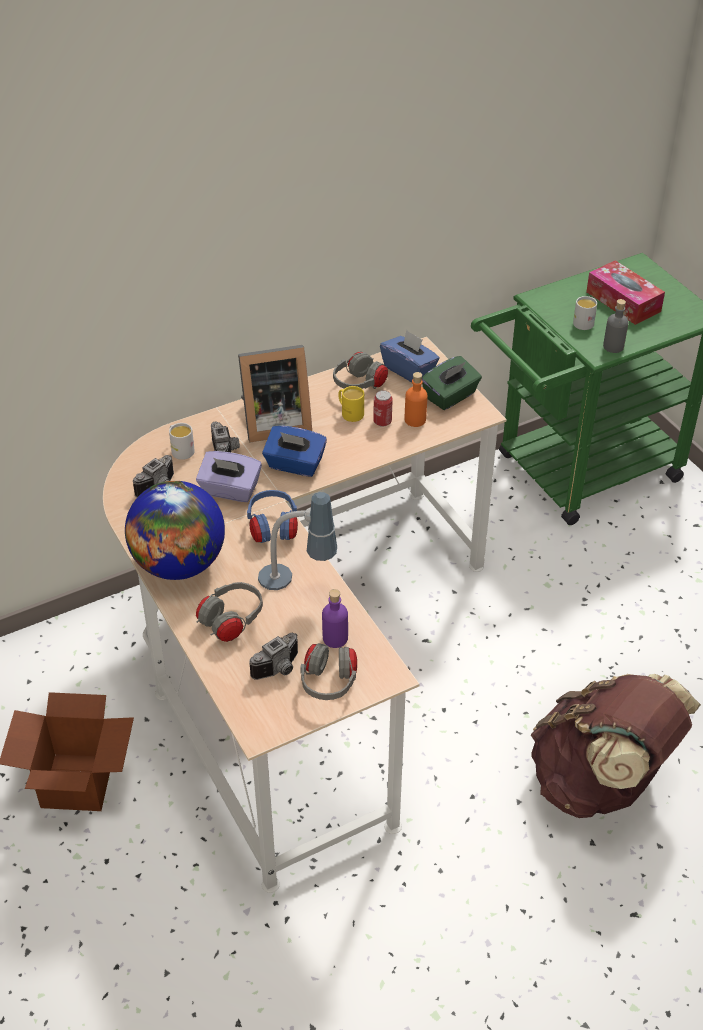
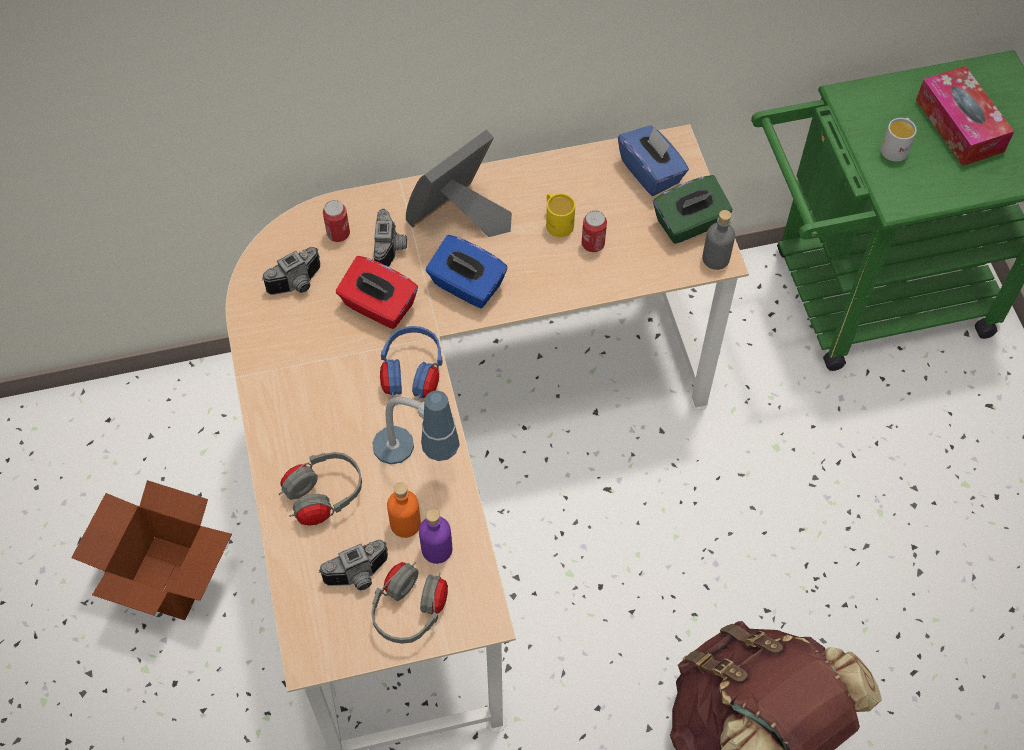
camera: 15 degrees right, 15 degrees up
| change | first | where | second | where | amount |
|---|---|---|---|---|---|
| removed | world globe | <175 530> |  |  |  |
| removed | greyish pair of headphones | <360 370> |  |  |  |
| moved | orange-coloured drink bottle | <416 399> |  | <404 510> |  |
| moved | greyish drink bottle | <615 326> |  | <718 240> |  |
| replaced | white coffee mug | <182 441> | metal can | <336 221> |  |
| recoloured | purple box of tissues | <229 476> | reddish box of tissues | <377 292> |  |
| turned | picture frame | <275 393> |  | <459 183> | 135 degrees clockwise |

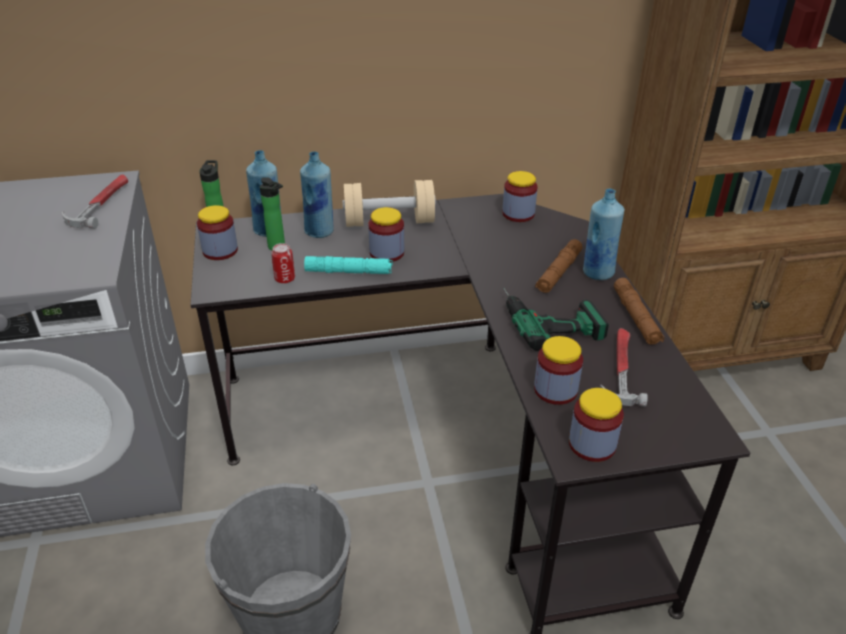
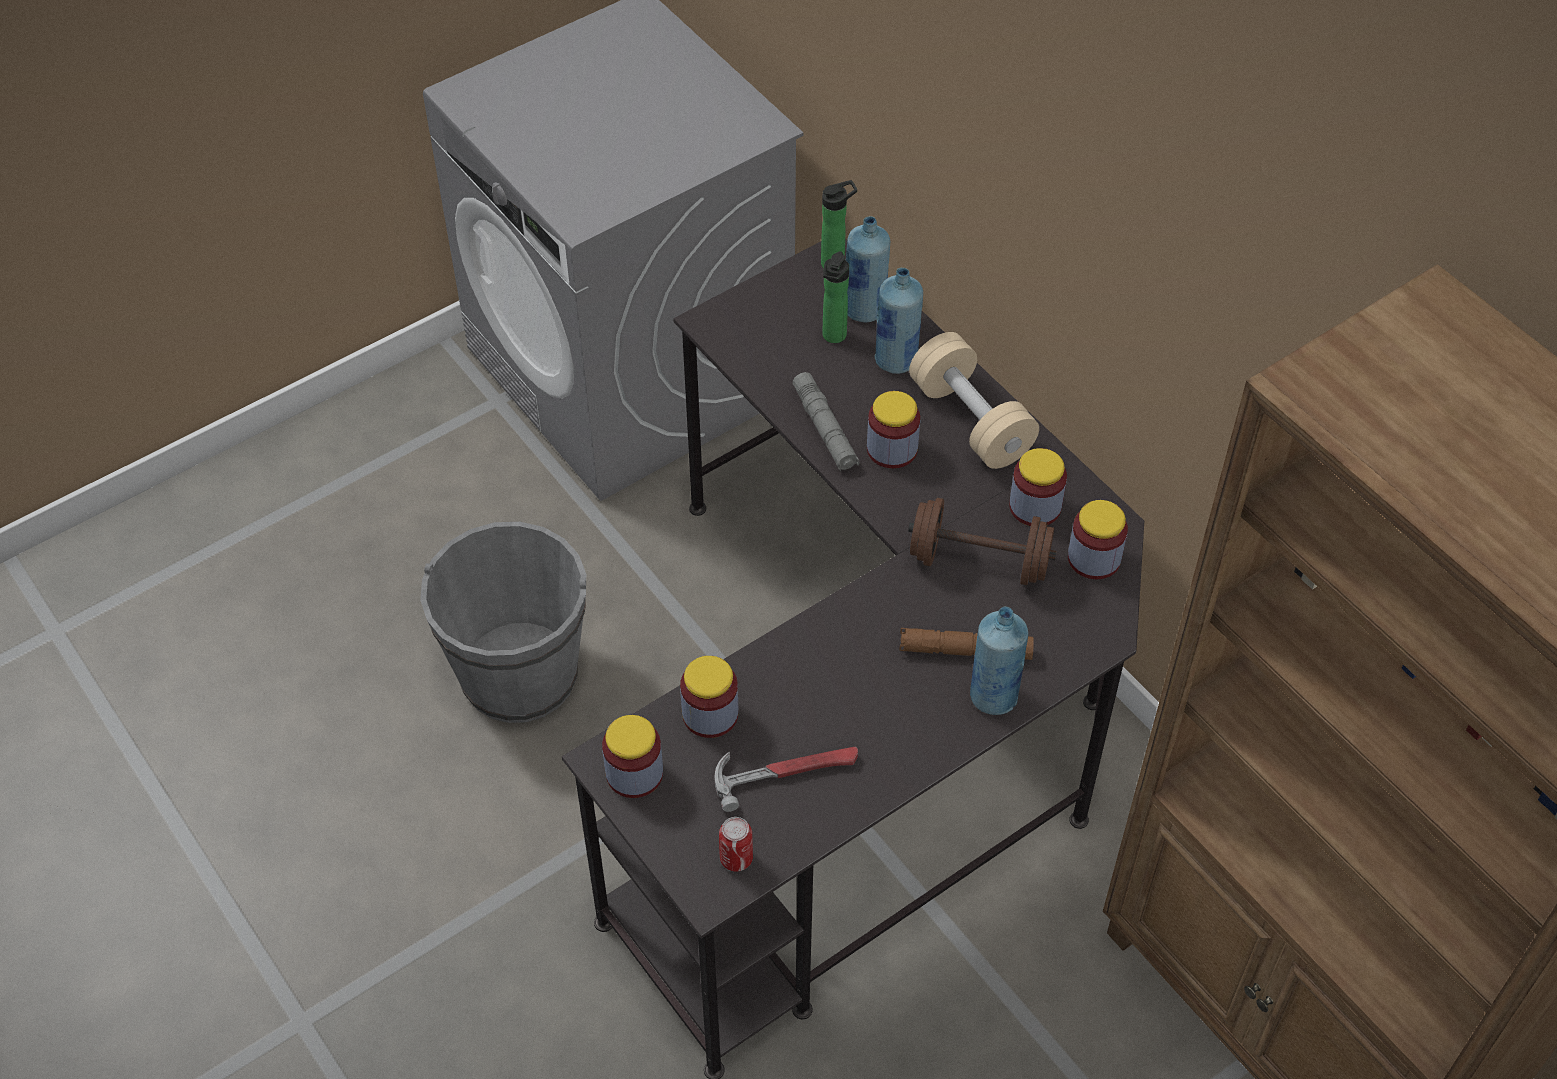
camera: 65 degrees right, 15 degrees up
| change | first | where | second | where | amount |
|---|---|---|---|---|---|
| removed | hand hammer | <95 201> |  |  |  |
| removed | drill | <556 319> |  |  |  |
| removed | brown-coloured flashlight | <639 311> |  |  |  |
| added |  |  | brown-coloured free weight | <982 541> |  |
| moved | preserve jar | <217 232> |  | <1038 487> |  |
| moved | metal can | <283 263> |  | <736 844> |  |
| recoloured | blue-green flashlight | <348 265> | greyish flashlight | <826 421> |  |

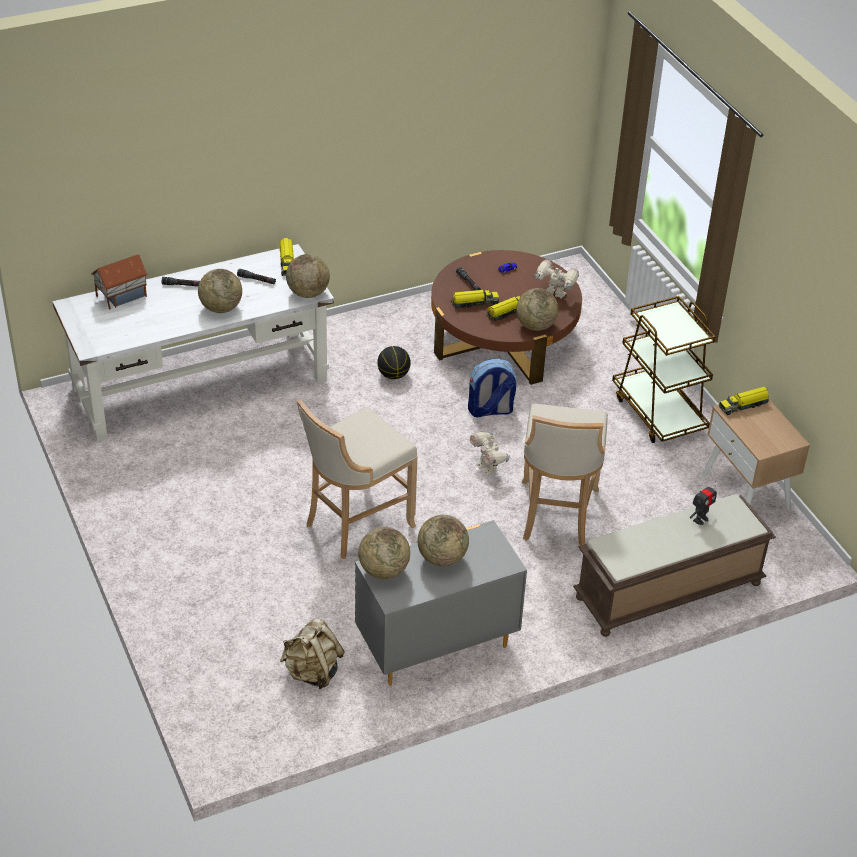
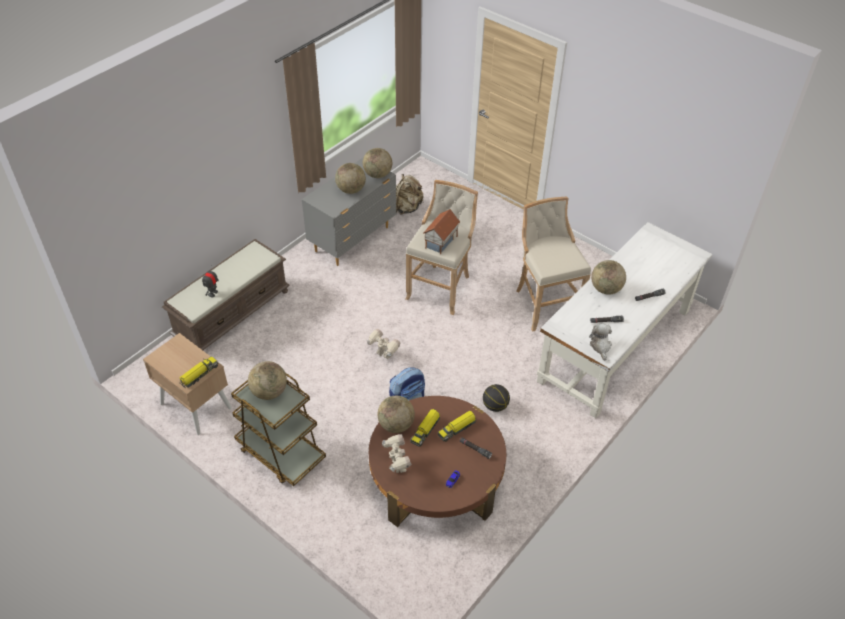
camera: 155 degrees right, 5 degrees up
| change | first | where | second | where | amount |
|---|---|---|---|---|---|
| moved | toy house | <119 282> |  | <441 231> |  |
| moved | world globe | <308 276> |  | <267 380> |  |
| moved | sand-coloured stool | <565 474> |  | <554 264> |  |
| replaced | toy lorry | <287 257> | soft toy | <600 342> |  |
| turned | toy robot | <556 279> |  | <397 453> | 105 degrees counterclockwise |

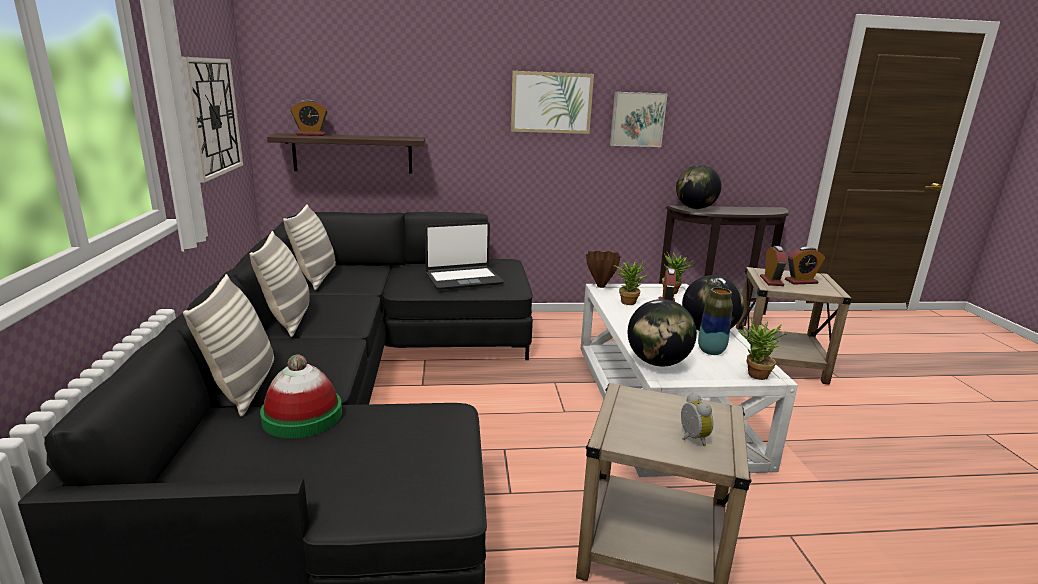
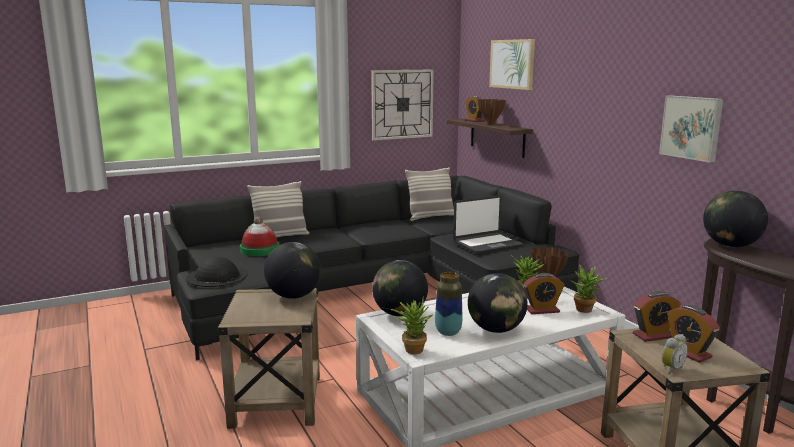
camera: 70 degrees right, 5 degrees down
| change | first | where | second | where | amount |
|---|---|---|---|---|---|
| removed | cushion | <279 284> |  |  |  |
| added |  |  | black-coloured hat | <217 272> |  |
| added |  |  | world globe | <292 270> |  |
| added |  |  | brown-coloured decorative vase | <492 112> |  |
| moved | wall art | <552 102> |  | <512 64> |  |
| moved | alarm clock | <697 419> |  | <675 354> |  |
| turned | notebook computer | <464 256> |  | <488 224> | 75 degrees counterclockwise |

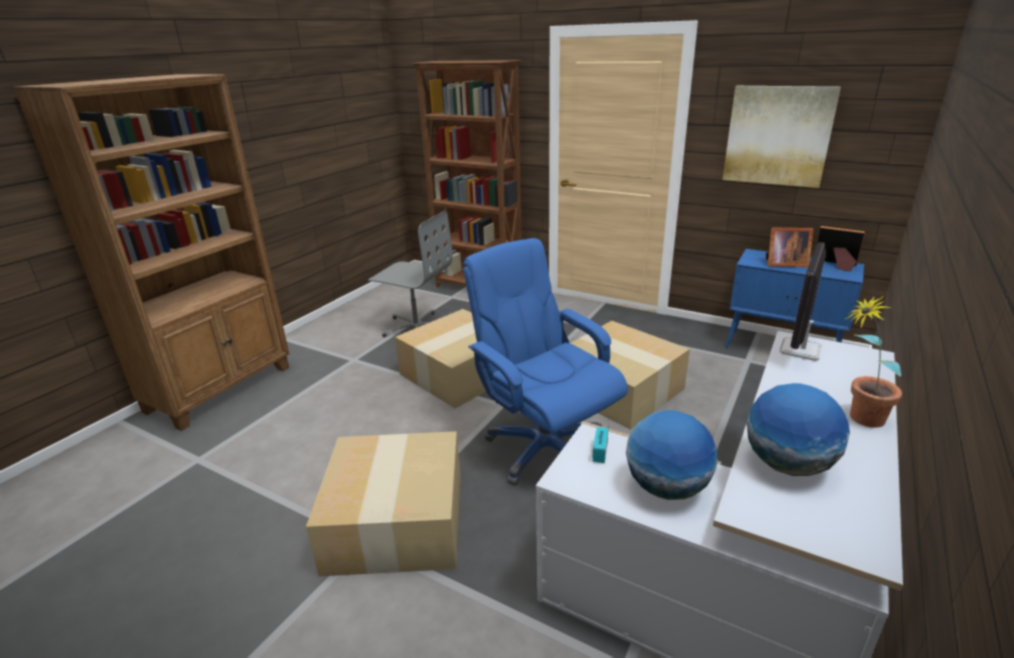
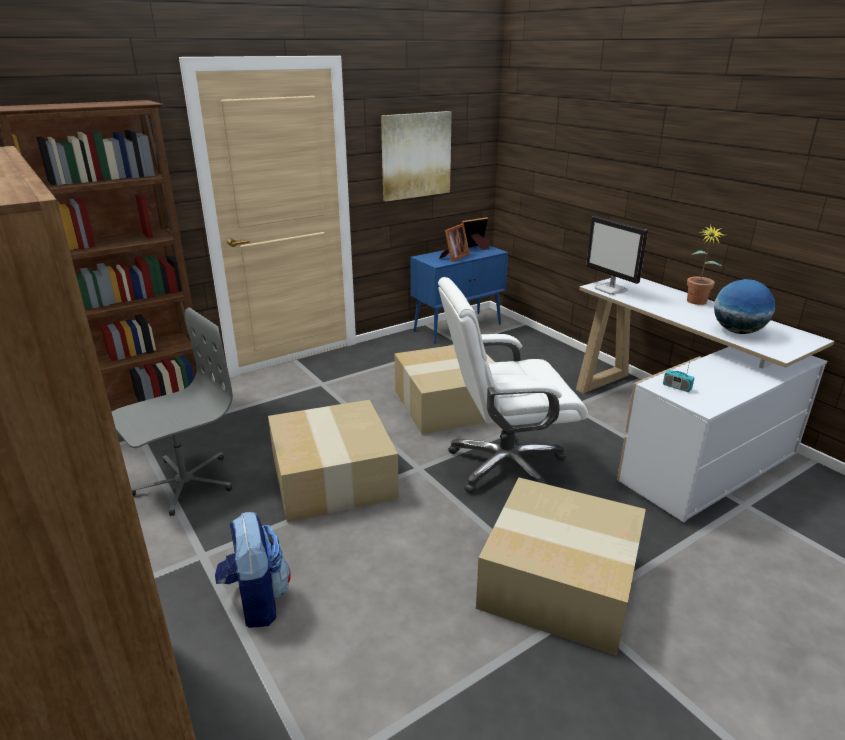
camera: 65 degrees left, 0 degrees up
| change | first | where | second | where | amount |
|---|---|---|---|---|---|
| removed | world globe | <672 455> |  |  |  |
| added |  |  | knapsack | <253 570> |  |
| recoloured | bluish desk chair | <545 362> | white desk chair | <513 385> |  |

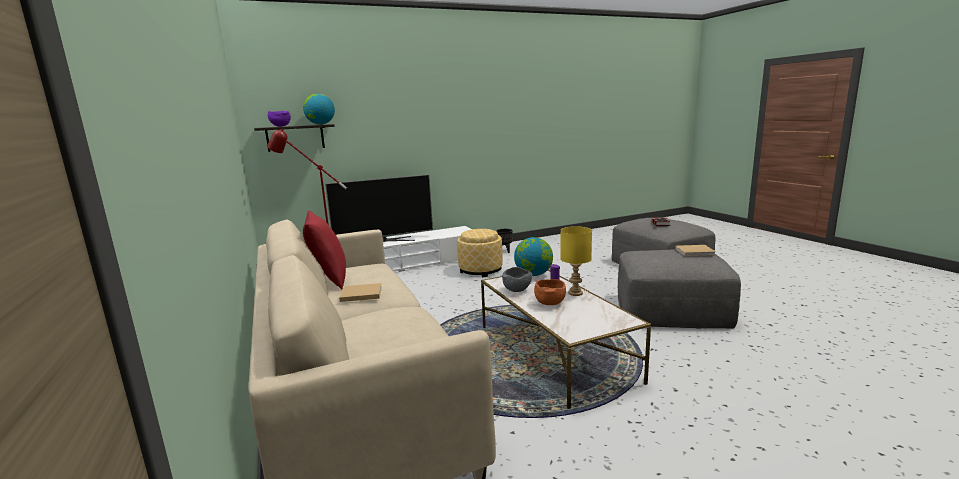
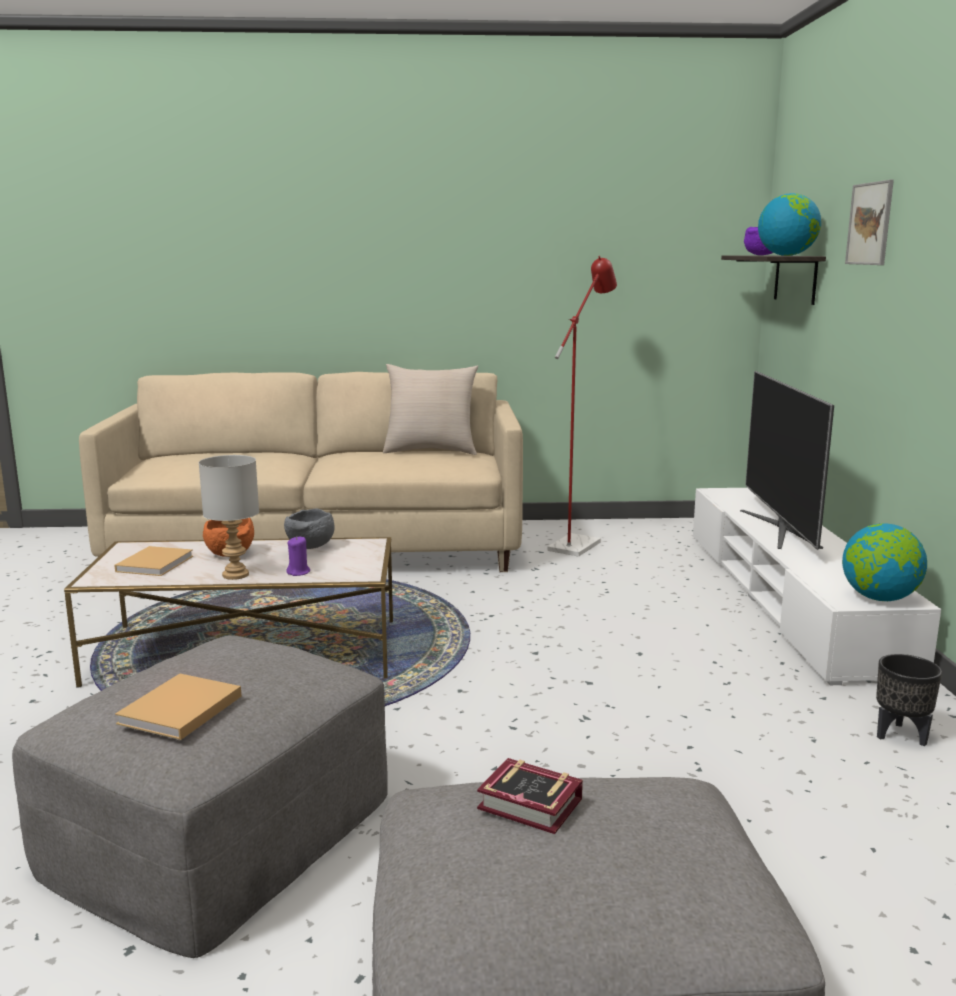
camera: 110 degrees right, 0 degrees up
| change | first | where | second | where | amount |
|---|---|---|---|---|---|
| removed | pouffe | <480 253> |  |  |  |
| added |  |  | wall art | <869 222> |  |
| moved | sand-coloured volume | <360 292> |  | <153 561> |  |
| moved | world globe | <533 256> |  | <884 562> |  |
| recoloured | reddish cushion | <324 249> | sand-coloured cushion | <430 409> |  |
| recoloured | yellow-coloured lamp for a table | <576 261> | greyish lamp for a table | <229 517> |  |

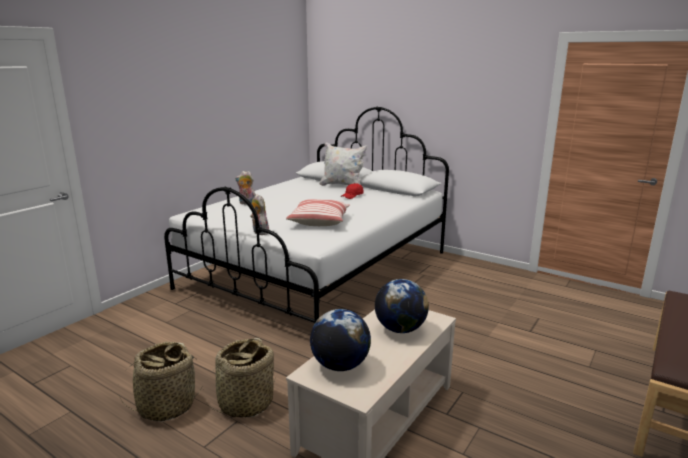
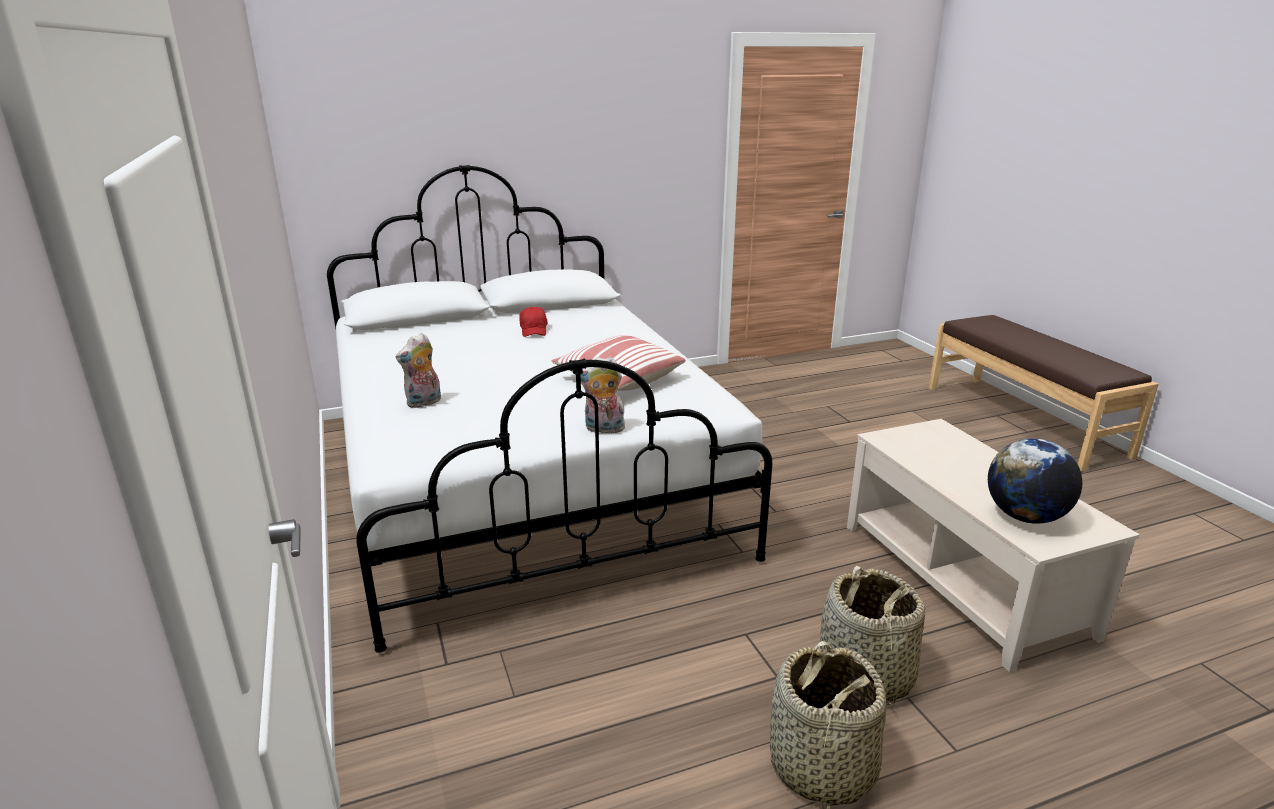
camera: 55 degrees left, 5 degrees up
| change | first | where | second | where | amount |
|---|---|---|---|---|---|
| removed | white cushion | <343 164> |  |  |  |
| removed | world globe | <402 306> |  |  |  |

